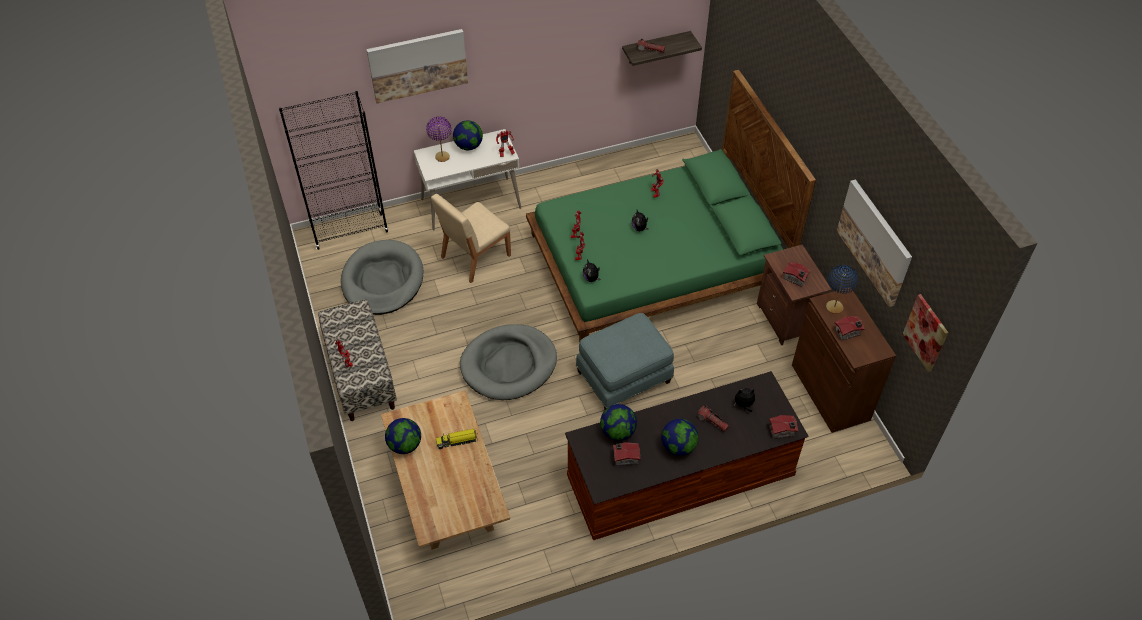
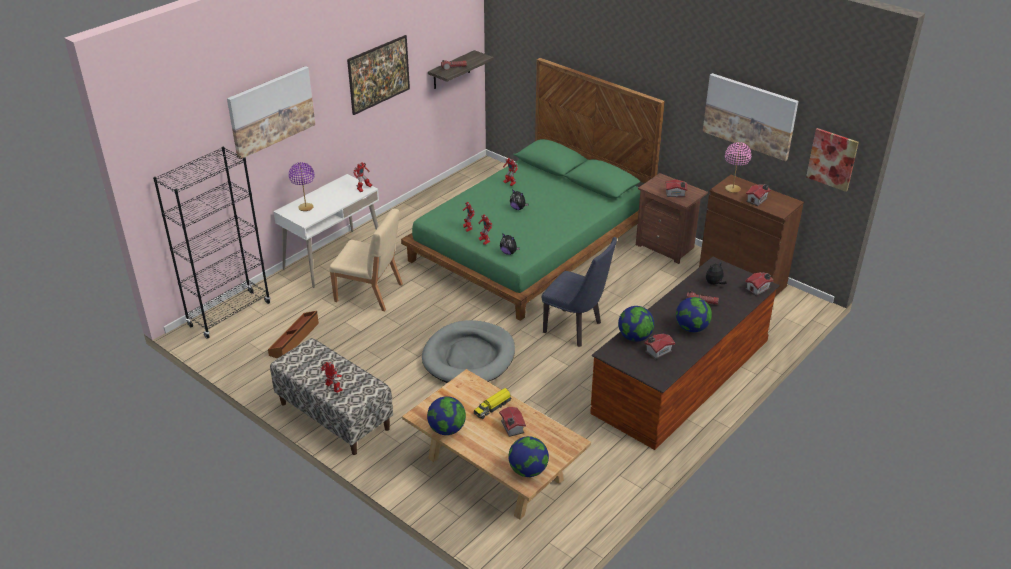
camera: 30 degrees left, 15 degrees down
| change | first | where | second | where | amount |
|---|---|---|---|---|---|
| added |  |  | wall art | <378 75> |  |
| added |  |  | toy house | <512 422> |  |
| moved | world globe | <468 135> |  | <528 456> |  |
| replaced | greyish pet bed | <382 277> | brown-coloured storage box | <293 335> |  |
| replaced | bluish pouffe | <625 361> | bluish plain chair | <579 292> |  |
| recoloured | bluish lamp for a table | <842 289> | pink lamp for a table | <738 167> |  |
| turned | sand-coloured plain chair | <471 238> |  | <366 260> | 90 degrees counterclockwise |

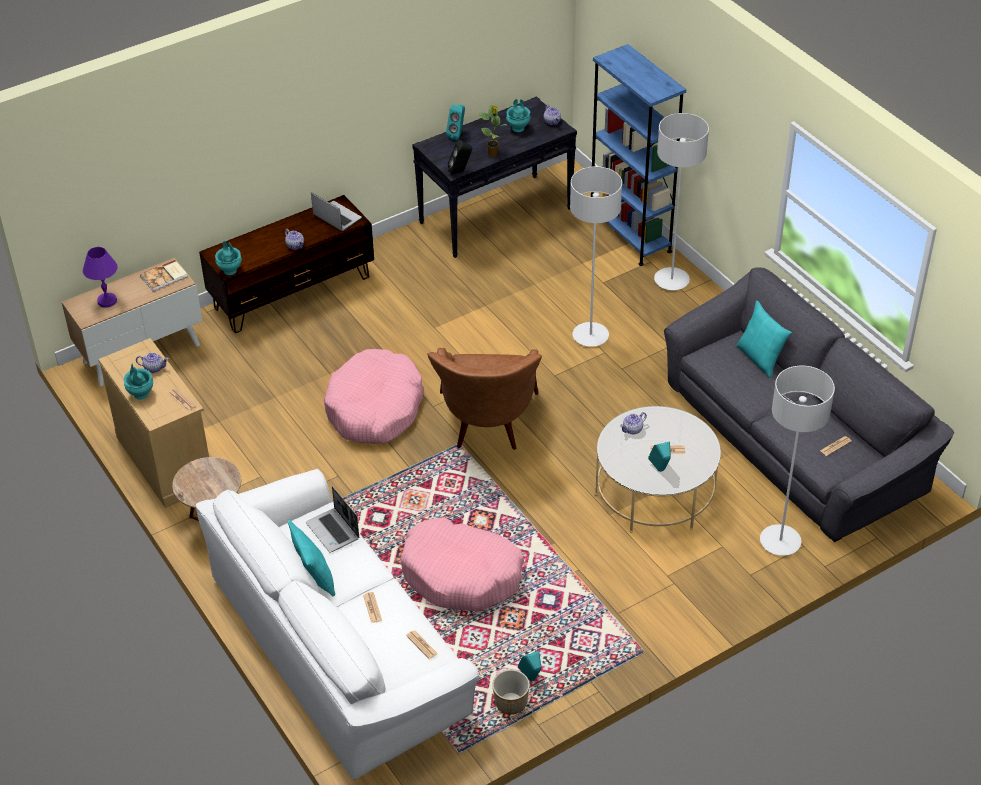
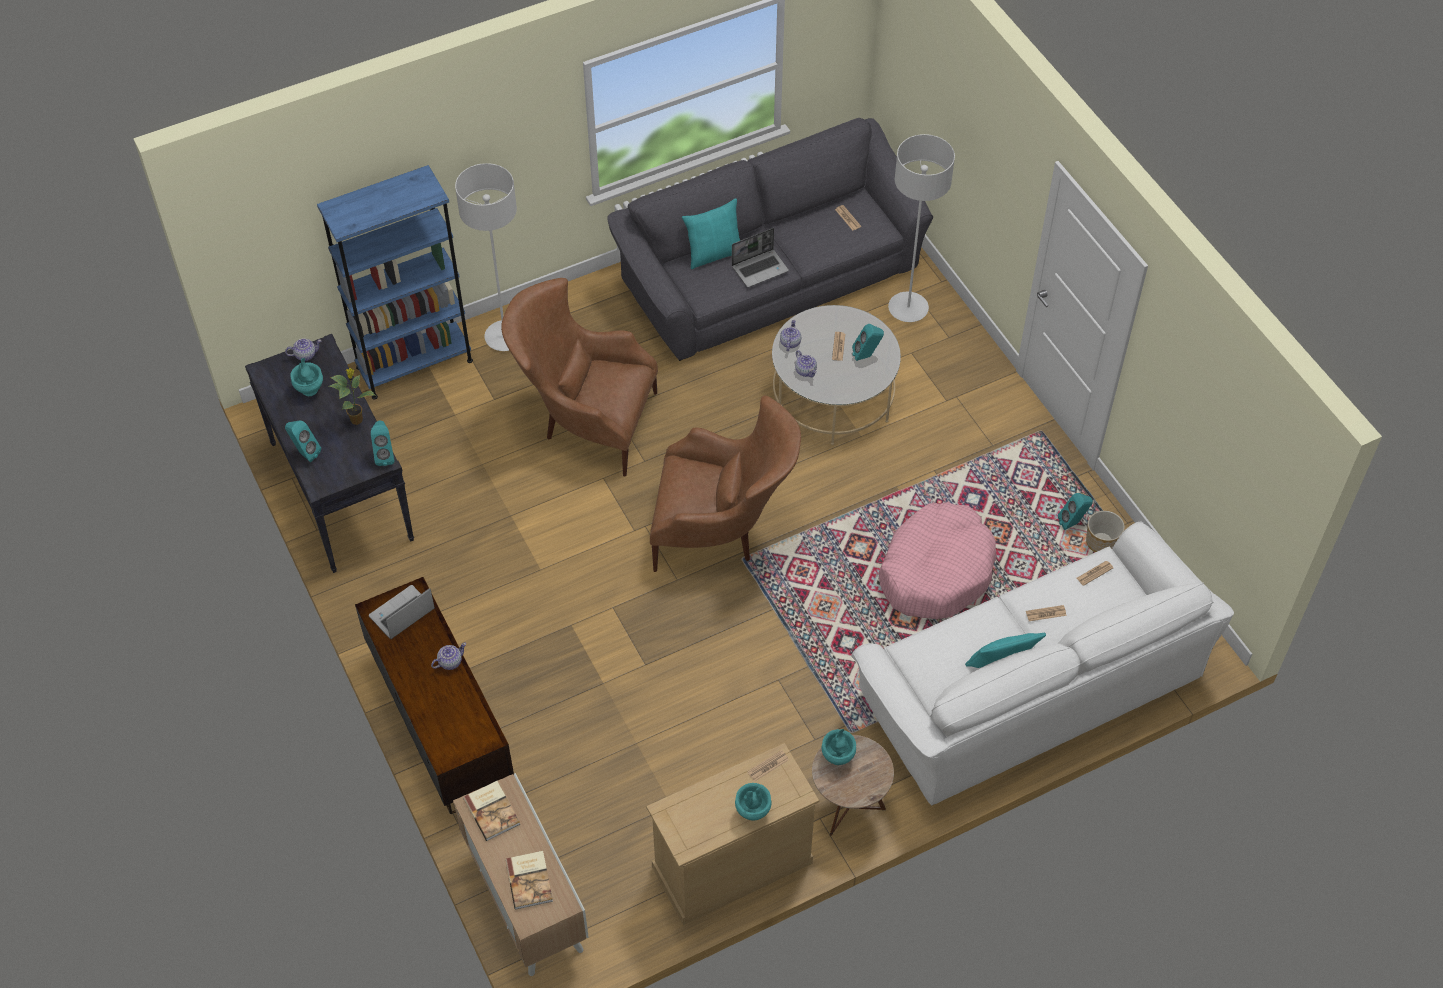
camera: 85 degrees left, 10 degrees up
| change | first | where | second | where | amount |
|---|---|---|---|---|---|
| removed | pink pet bed | <374 396> |  |  |  |
| moved | teapot | <152 362> |  | <790 335> |  |
| moved | blue-green decorative vase | <228 258> |  | <838 747> |  |
| moved | notebook computer | <332 519> |  | <760 257> |  |
| replaced | purple lamp for a table | <100 277> | volume | <529 880> |  |
| replaced | greyish floor lamp | <596 256> | brown-coloured lounge chair | <579 377> |  |
| recoloured | black-coloured audio speaker | <460 157> | blue-green audio speaker | <383 443> |  |

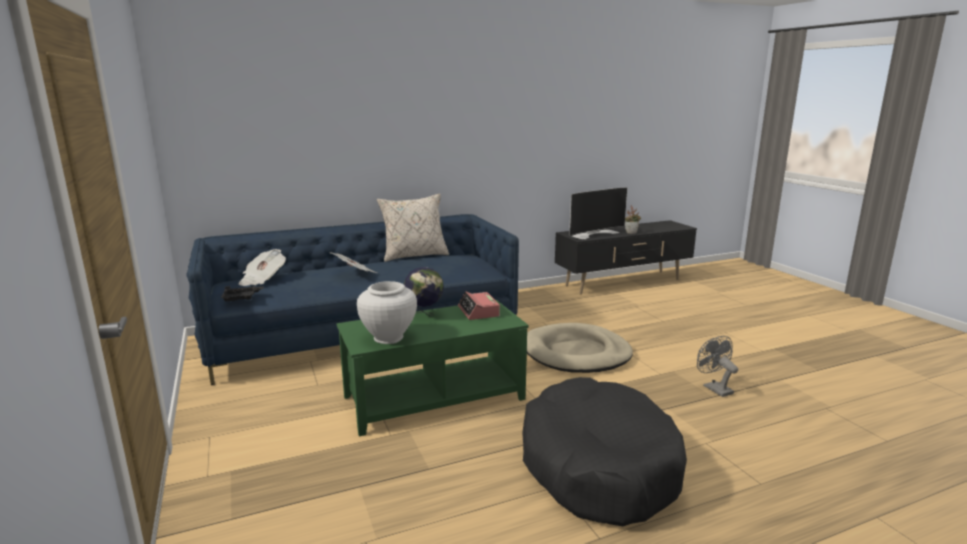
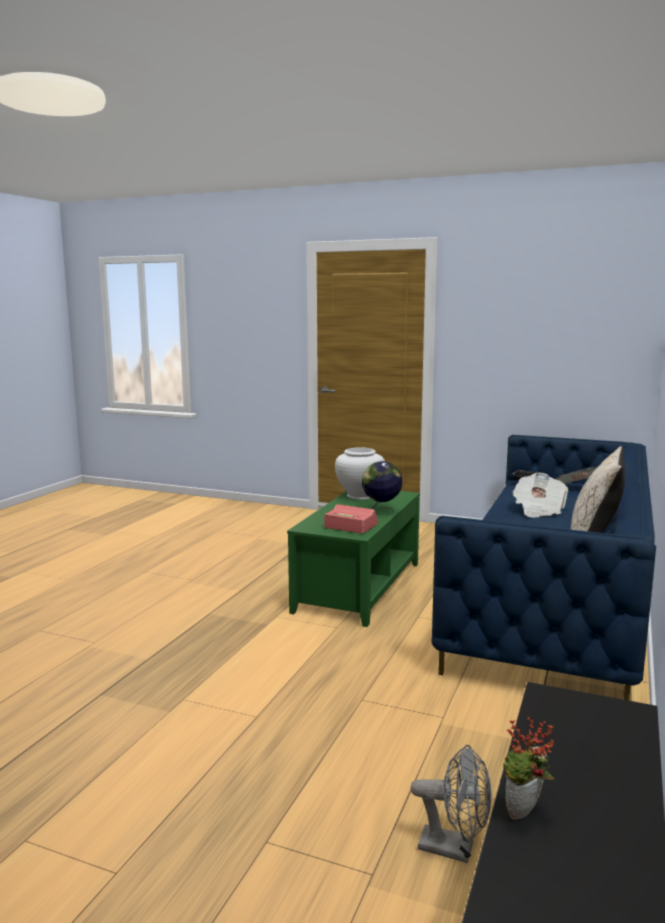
camera: 135 degrees right, 5 degrees down
| change | first | where | second | where | amount |
|---|---|---|---|---|---|
| removed | black-coloured pet bed | <604 451> |  |  |  |
| removed | sand-coloured pet bed | <580 348> |  |  |  |
| removed | television | <598 213> |  |  |  |
| moved | greyish fan | <717 366> |  | <451 804> |  |

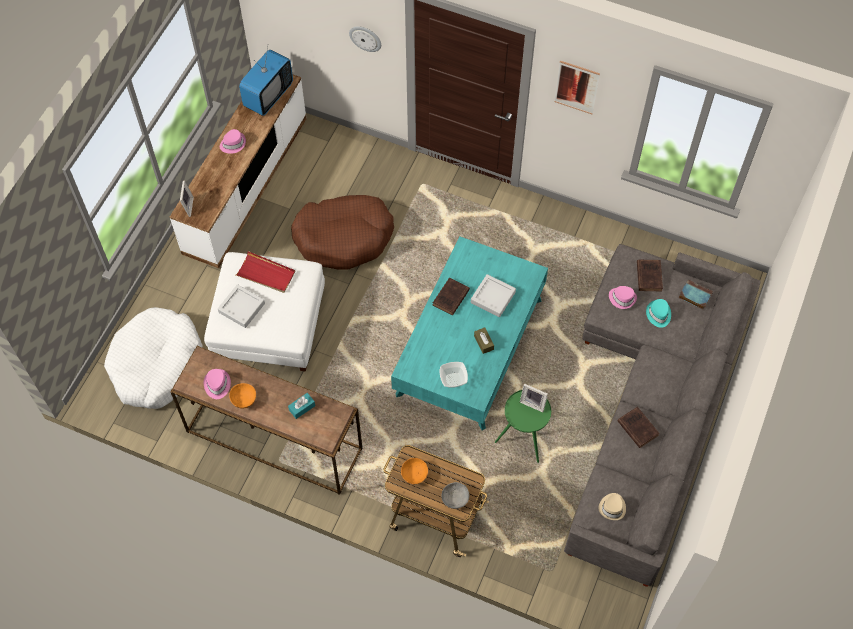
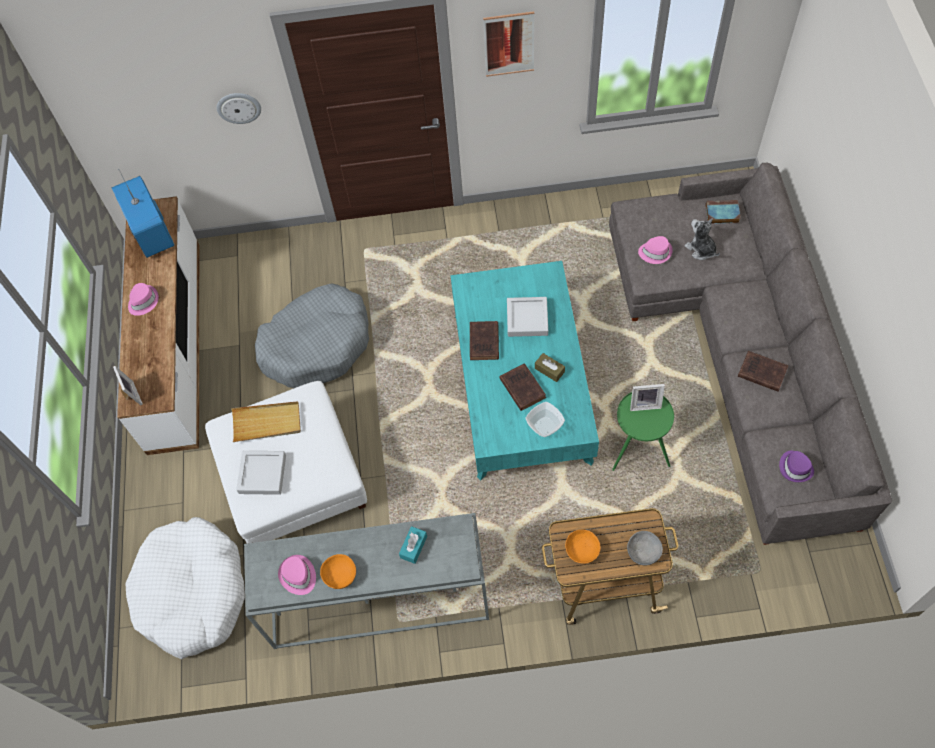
camera: 25 degrees left, 0 degrees up
| change | first | where | second | where | amount |
|---|---|---|---|---|---|
| moved | brown-coloured volume | <650 275> |  | <522 387> |  |
| replaced | blue-green hat | <658 313> | soft toy | <702 239> |  |
| recoloured | brown-coloured hall table | <266 420> | greyish hall table | <366 581> |  |
| recoloured | reddish carrying tray | <266 272> | sand-coloured carrying tray | <266 421> |  |
| recoloured | brown-coloured pet bed | <342 232> | greyish pet bed | <312 335> |  |
| recoloured | sand-coloured hat | <612 506> | purple hat | <796 466> |  |
| turned | television | <266 81> |  | <143 214> | 150 degrees clockwise |

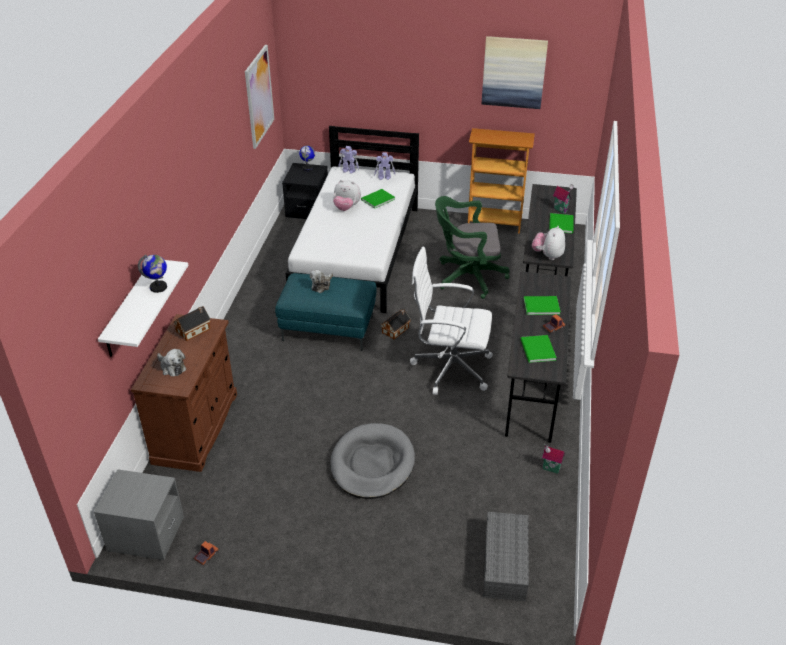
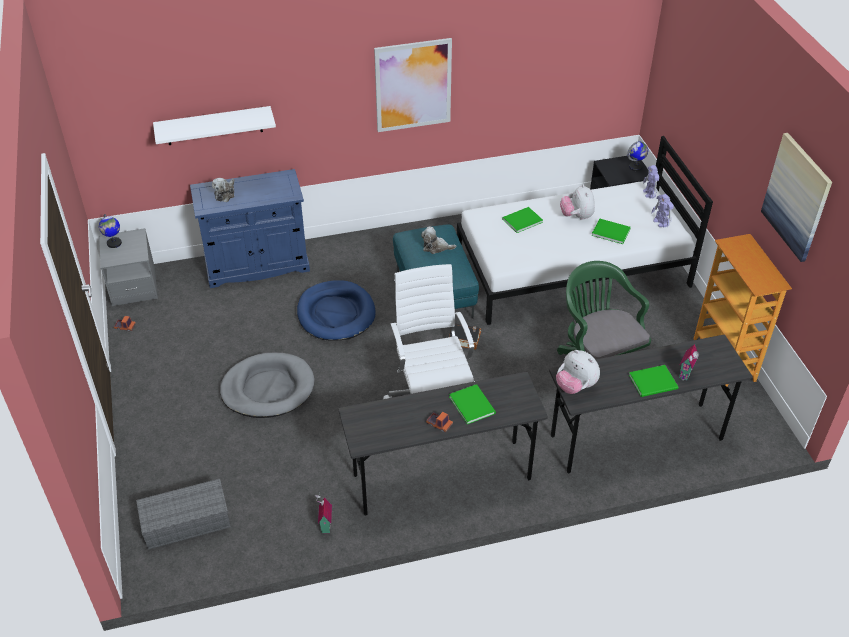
camera: 65 degrees right, 5 degrees up
| change | first | where | second | where | amount |
|---|---|---|---|---|---|
| removed | toy house | <192 323> |  |  |  |
| added |  |  | bluish pet bed | <336 310> |  |
| moved | world globe | <152 274> |  | <110 231> |  |
| moved | wall art | <259 97> |  | <413 85> |  |
| moved | green volume | <538 349> |  | <522 220> |  |
| recoloured | brown-coloured cupboard | <184 393> | bluish cupboard | <250 228> |  |
| turned | soft toy | <548 243> |  | <578 372> | 135 degrees counterclockwise |

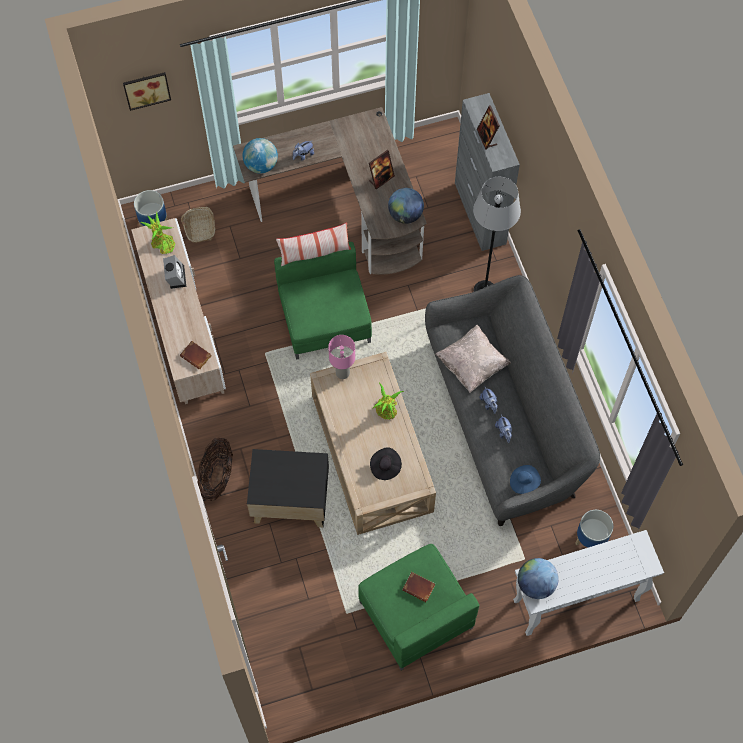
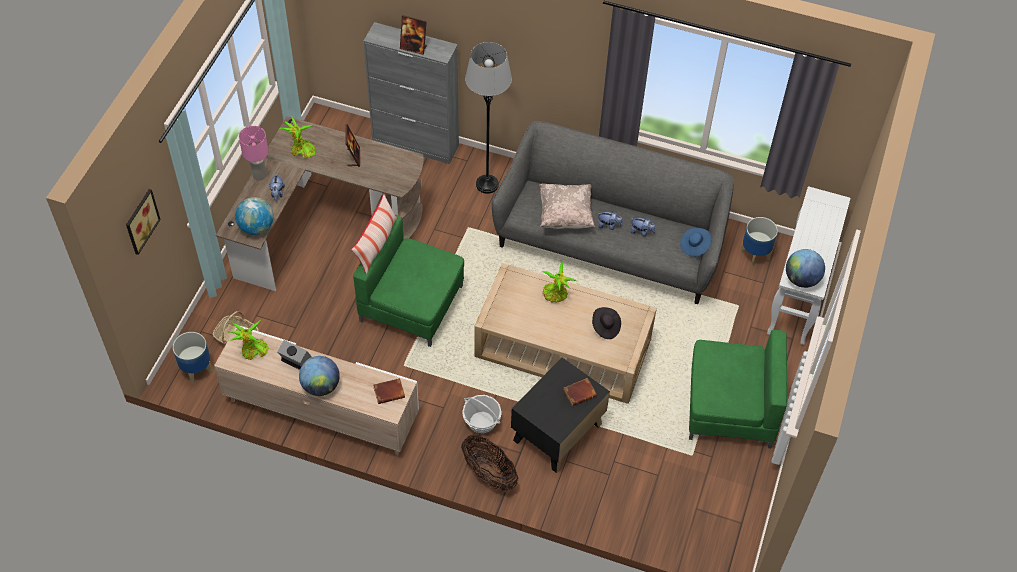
camera: 55 degrees left, 10 degrees down
| change | first | where | second | where | amount |
|---|---|---|---|---|---|
| added |  |  | houseplant | <297 137> |  |
| added |  |  | basket | <482 414> |  |
| moved | pink lamp for a table | <341 357> |  | <253 153> |  |
| moved | world globe | <406 206> |  | <319 376> |  |
| moved | brown-coloured volume | <418 587> |  | <580 392> |  |

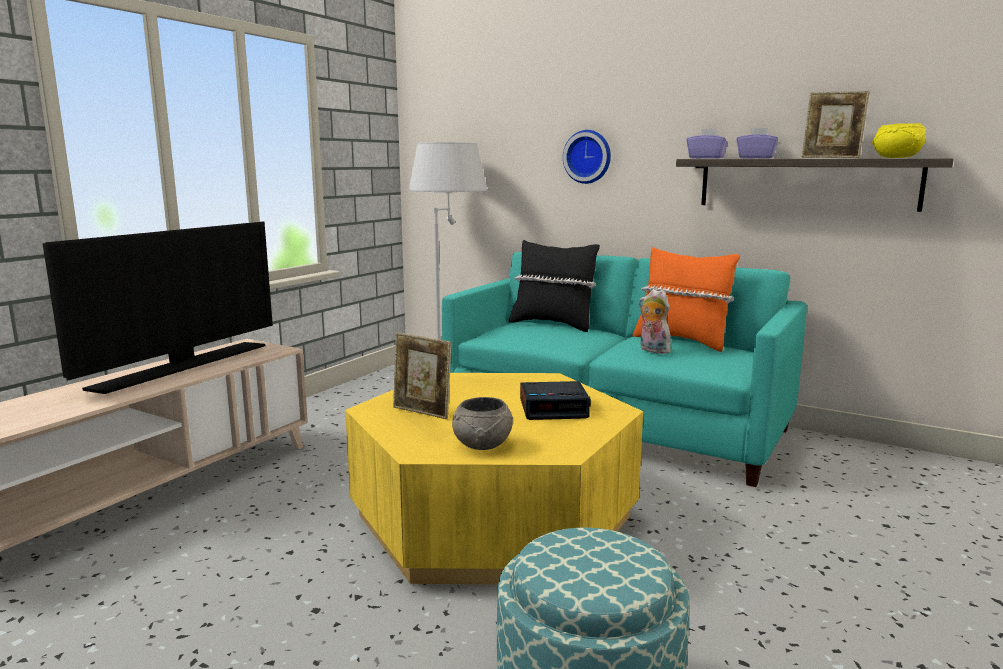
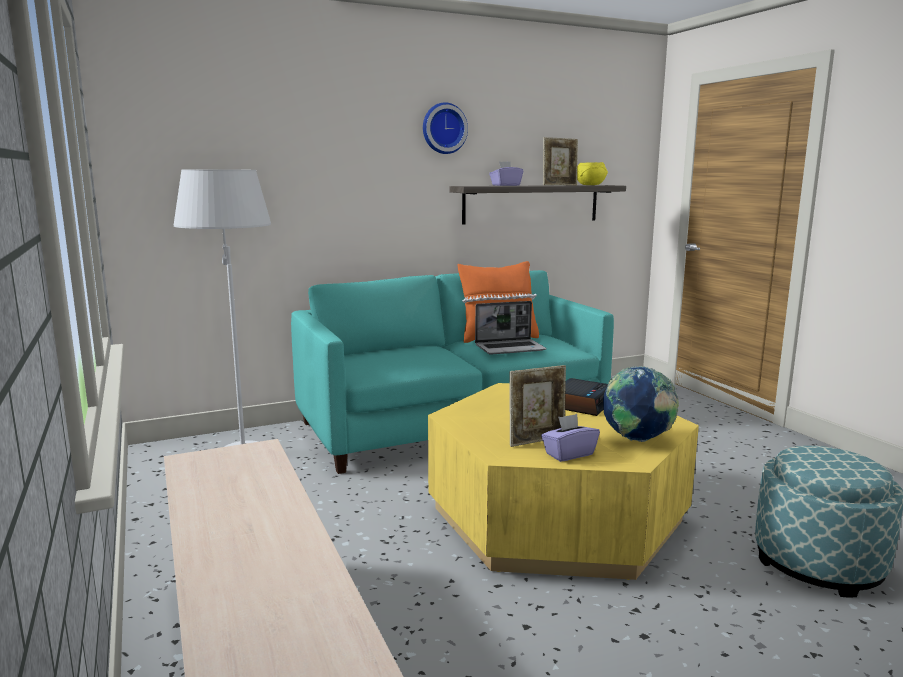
camera: 55 degrees left, 0 degrees up
| change | first | where | second | where | amount |
|---|---|---|---|---|---|
| removed | television | <158 307> |  |  |  |
| removed | black-coloured cushion | <554 286> |  |  |  |
| moved | hanging clock | <587 157> |  | <445 128> |  |
| moved | purple box of tissues | <707 144> |  | <570 438> |  |
| replaced | greyish bowl | <482 423> | world globe | <641 404> |  |
| replaced | soft toy | <655 321> | notebook computer | <511 328> |  |

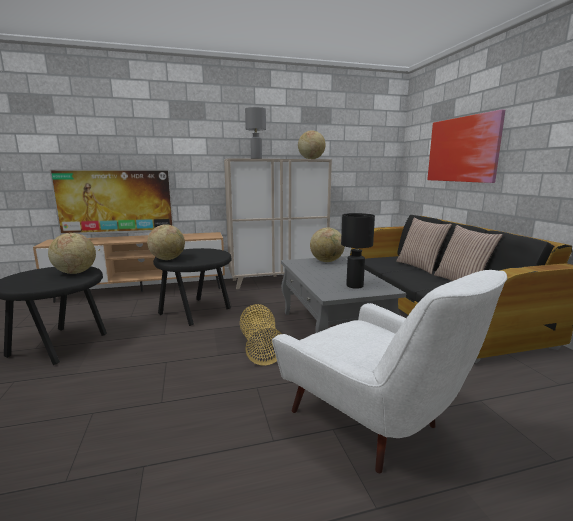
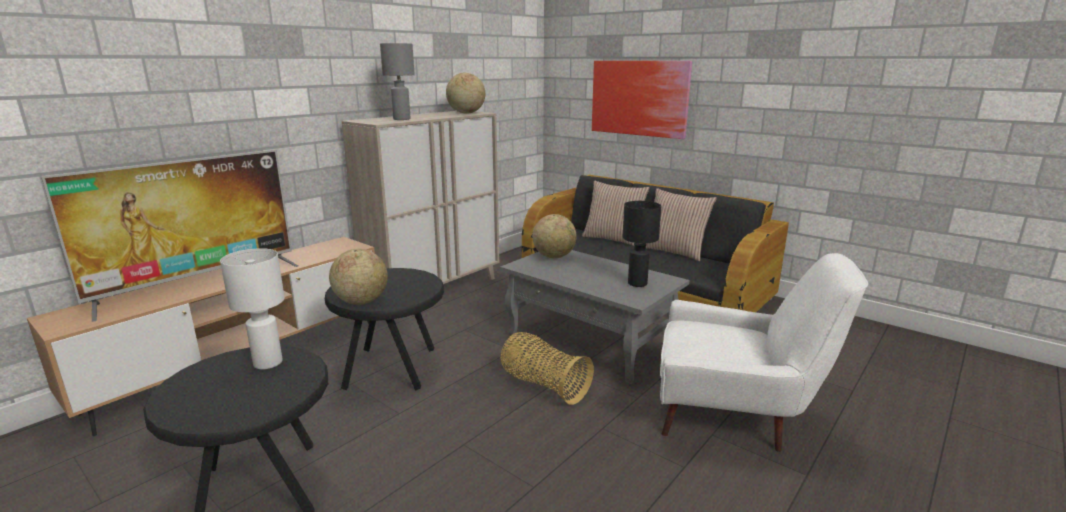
camera: 35 degrees left, 5 degrees up
| change | first | where | second | where | amount |
|---|---|---|---|---|---|
| replaced | world globe | <72 253> | white lamp for a table | <252 308> |  |

